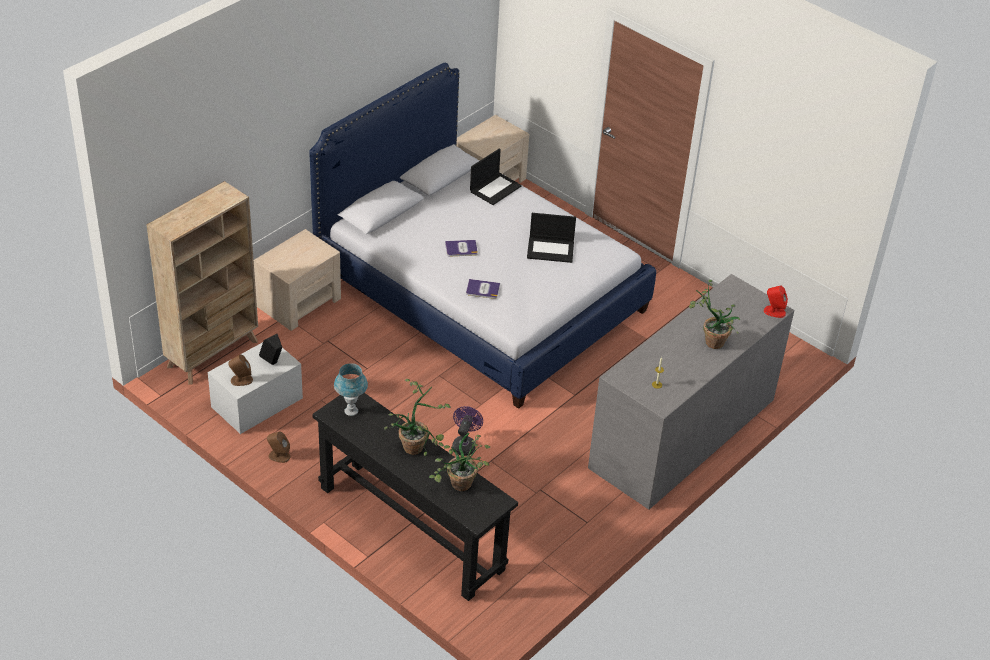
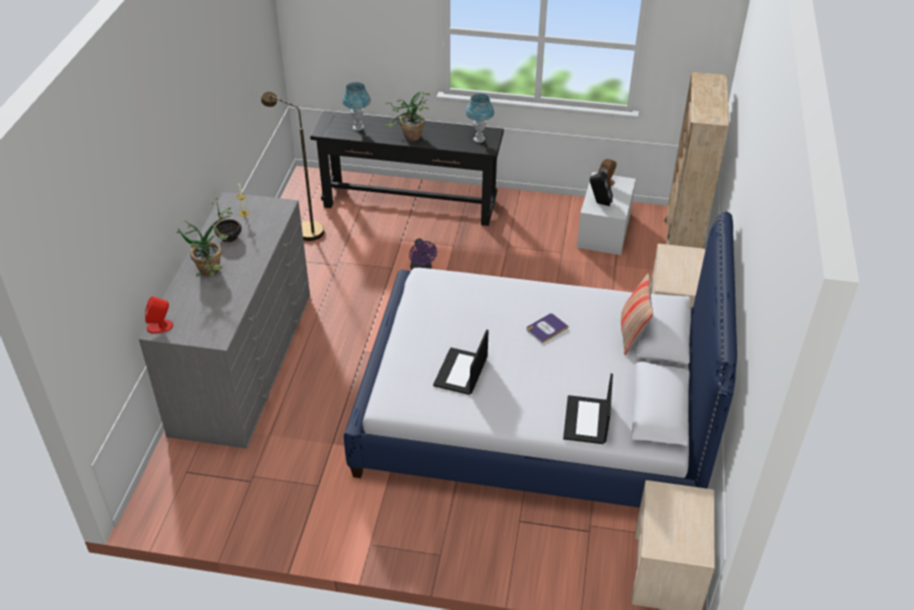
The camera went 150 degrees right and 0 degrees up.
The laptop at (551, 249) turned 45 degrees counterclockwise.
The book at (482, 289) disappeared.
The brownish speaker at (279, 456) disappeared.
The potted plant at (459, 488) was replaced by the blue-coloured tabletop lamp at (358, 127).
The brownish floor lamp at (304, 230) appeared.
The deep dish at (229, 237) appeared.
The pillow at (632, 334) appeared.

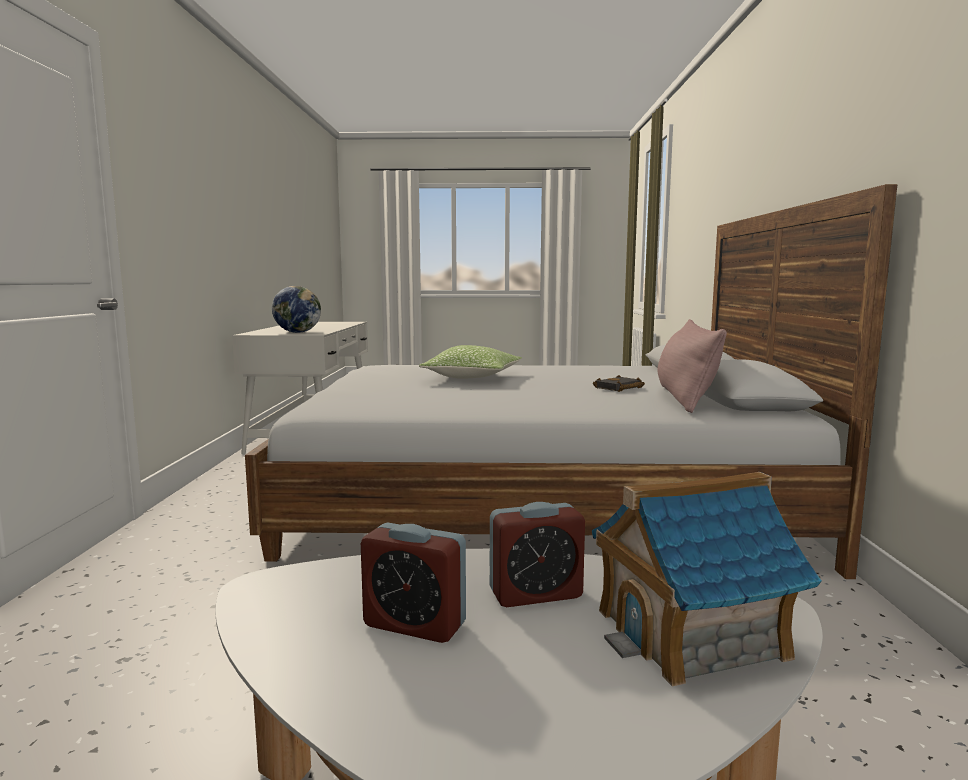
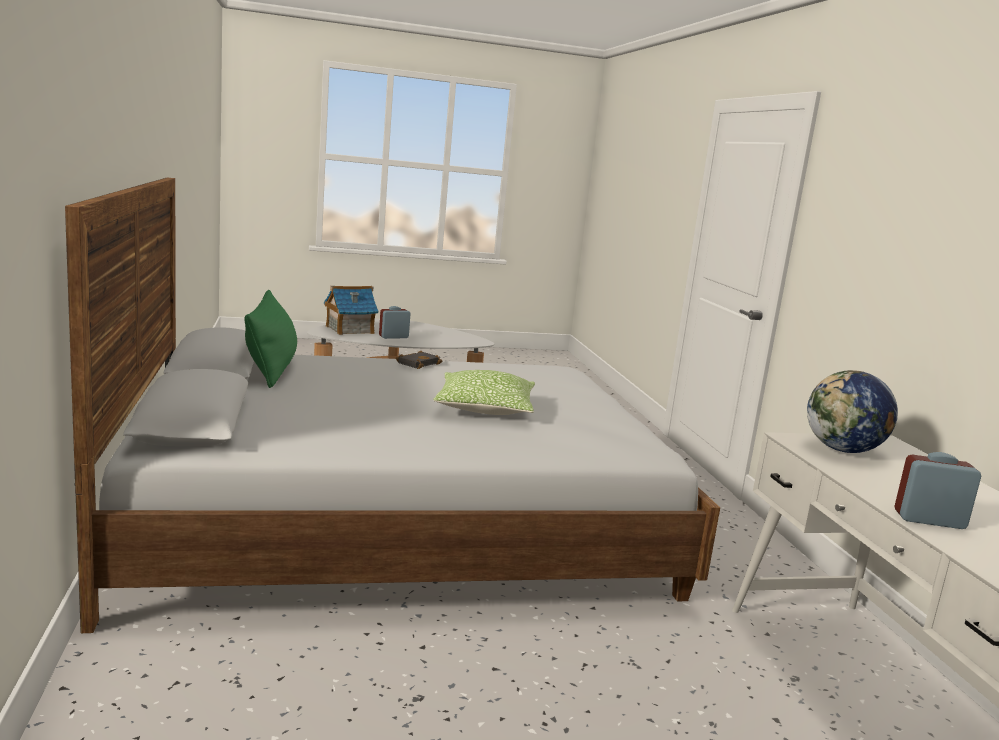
The camera went 165 degrees right and 5 degrees up.
The pink-coloured pillow at (685, 398) became the green-coloured pillow at (271, 368).
The black-coloured book moved from (619, 388) to (418, 363).
The table clock moved from (415, 624) to (929, 520).

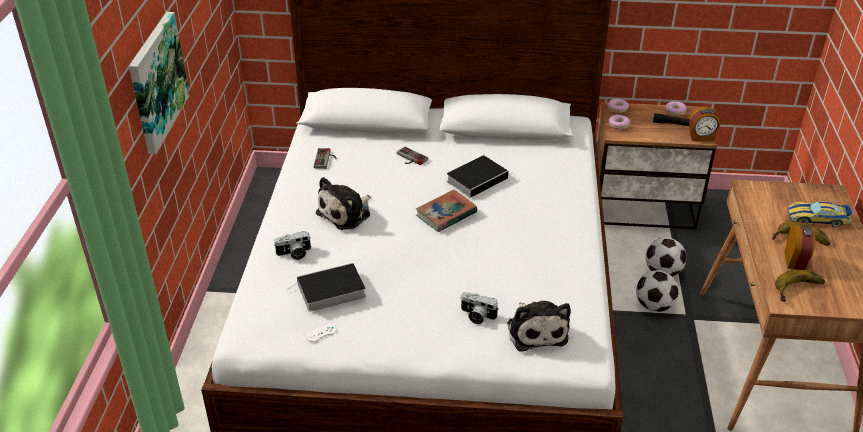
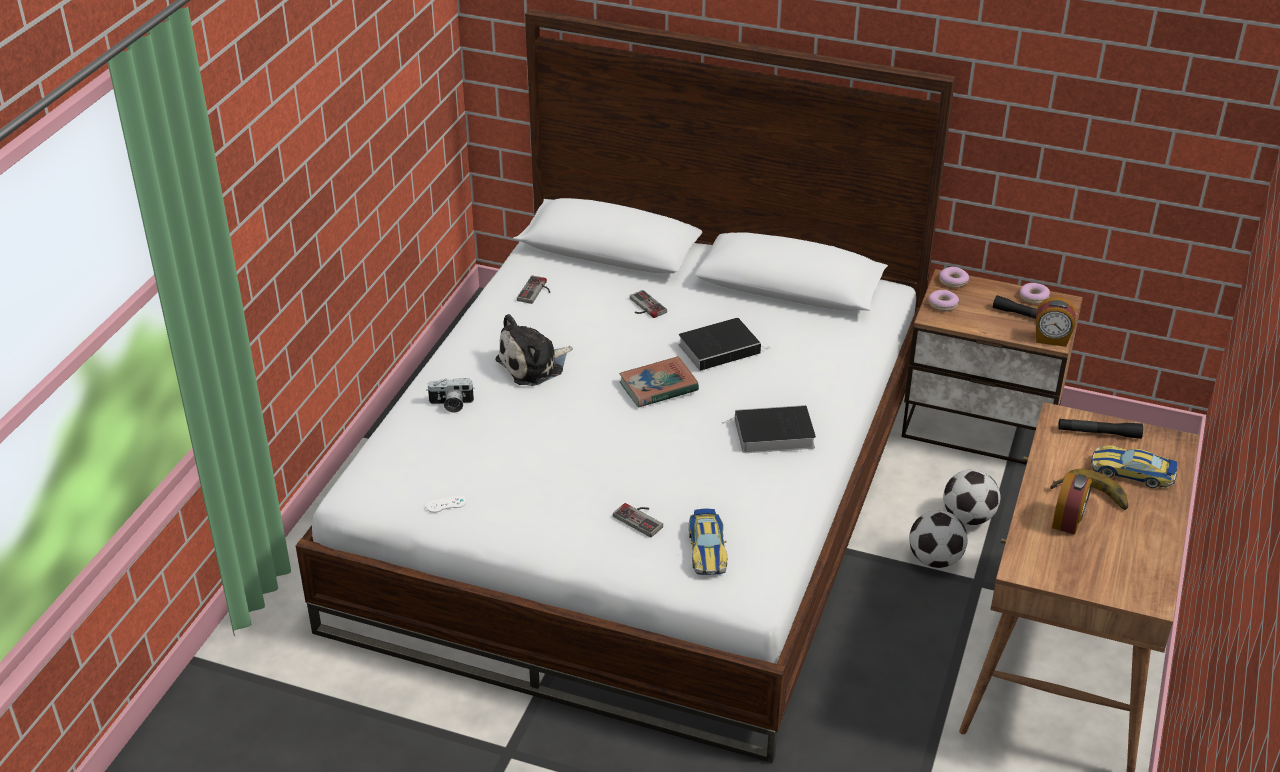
The camera went 15 degrees right and 0 degrees up.
The picture at (156, 81) disappeared.
The book moved from (329, 291) to (771, 434).
The banana fruit at (800, 291) disappeared.
The still camera at (477, 316) was replaced by the game controller at (641, 518).
The cuddly toy at (536, 330) was replaced by the model car at (707, 549).
The black-coloured torch at (1099, 433) appeared.

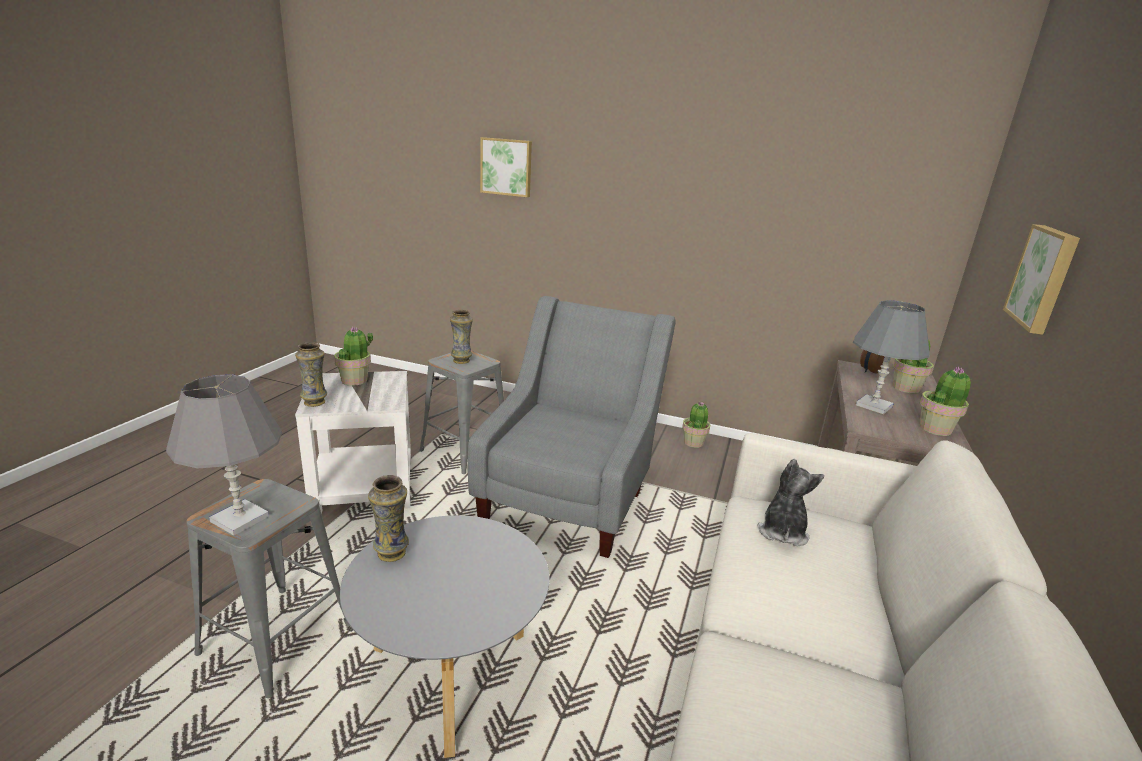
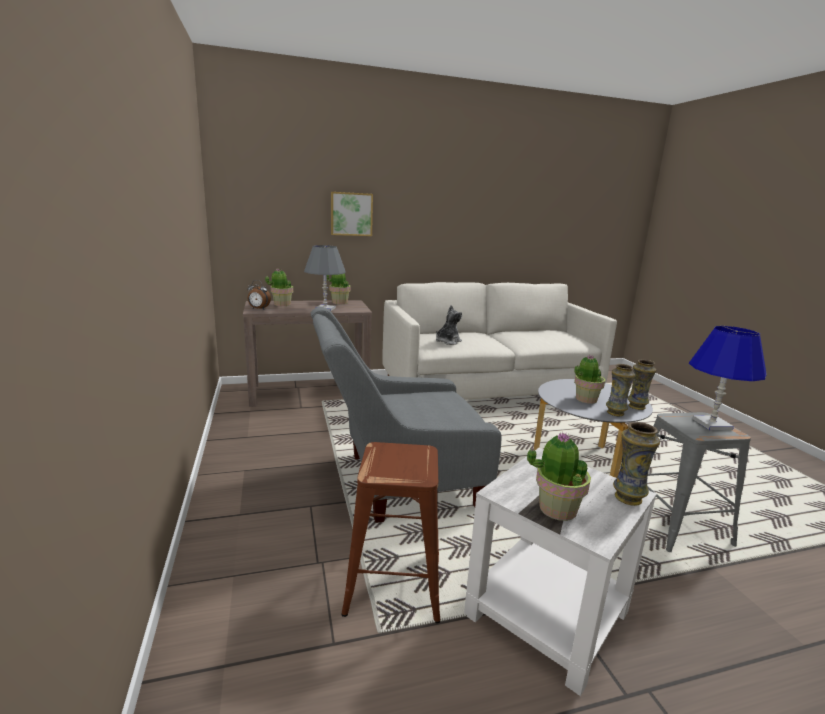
The camera went 125 degrees left and 5 degrees down.
The picture at (506, 167) disappeared.
The flower vase moved from (461, 360) to (636, 407).
The grey sitting stool at (464, 451) became the brownish sitting stool at (395, 582).
The grey tabletop lamp at (240, 518) became the blue-coloured tabletop lamp at (711, 424).
The potted plant moved from (693, 442) to (585, 399).
The cuddly toy at (782, 532) turned 150 degrees clockwise.

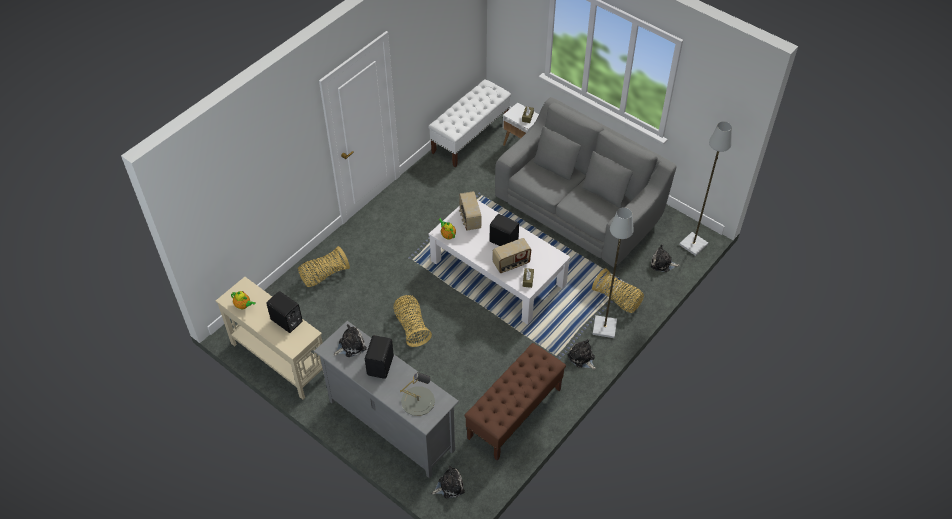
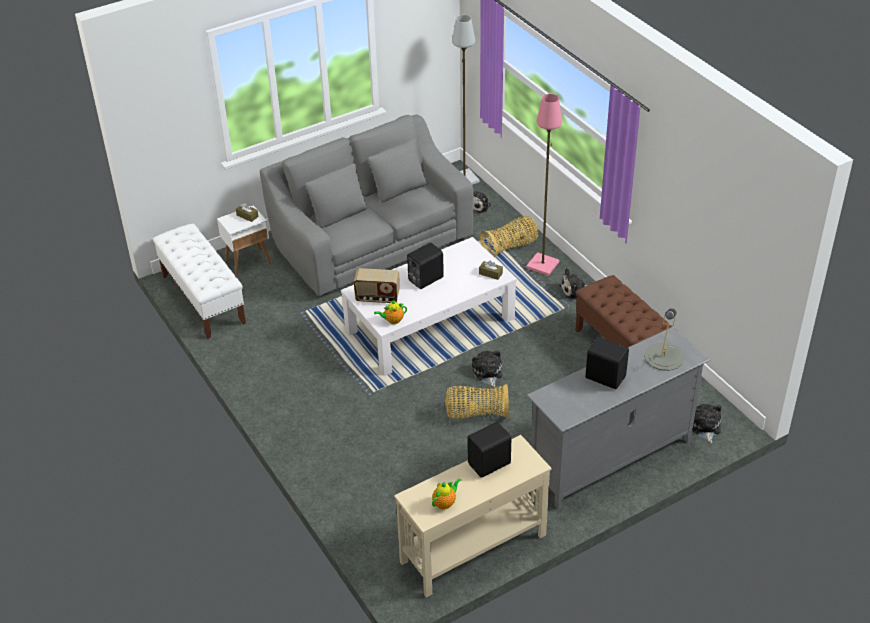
The camera went 70 degrees left and 10 degrees down.
The grey floor lamp at (605, 328) became the pink-coloured floor lamp at (543, 265).
The radio at (511, 264) disappeared.
The basket at (324, 275) disappeared.
The cuddly toy moved from (350, 345) to (487, 373).

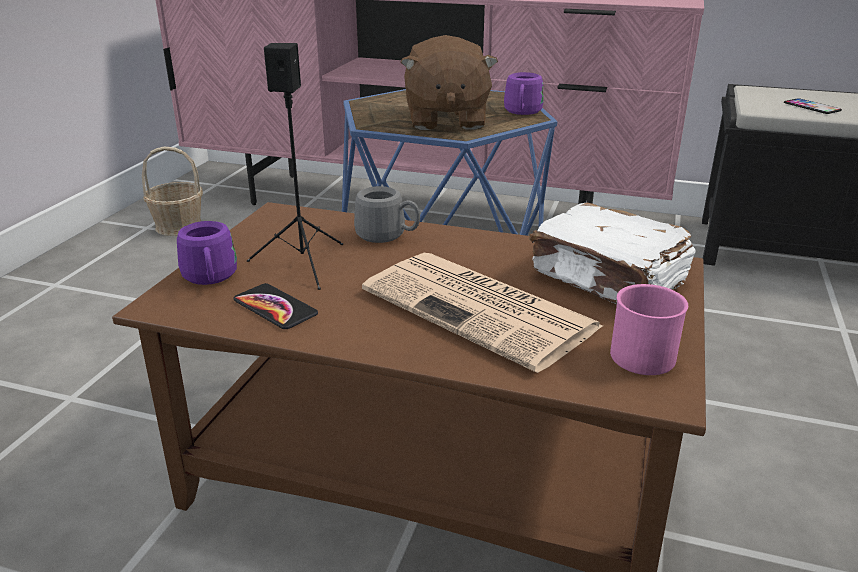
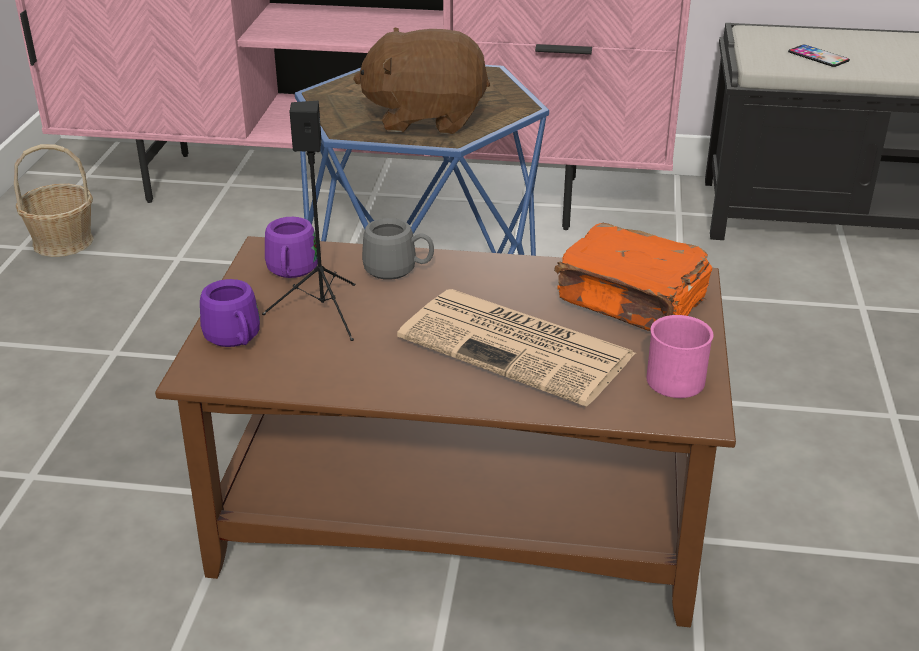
The camera went 10 degrees left and 5 degrees up.
The brownish cuddly toy at (445, 120) turned 105 degrees clockwise.
The purplish coffee mug moved from (522, 113) to (291, 273).
The white-coloured book at (609, 279) became the orangey book at (632, 301).
The handset at (275, 307) disappeared.

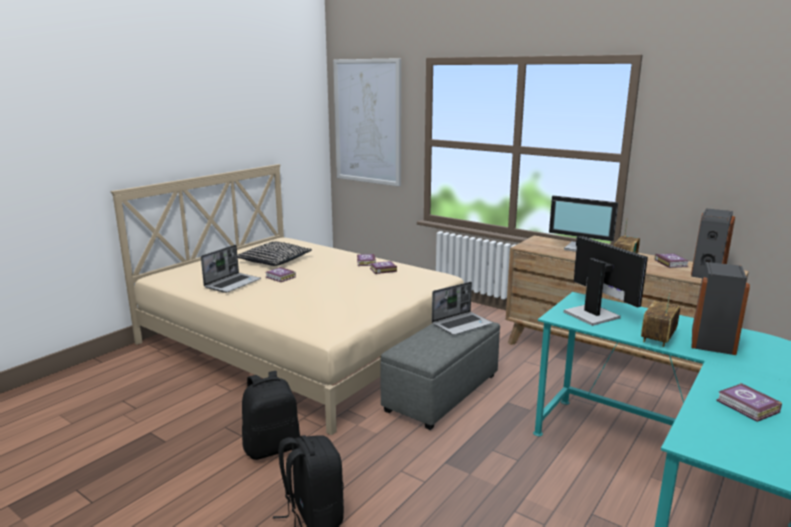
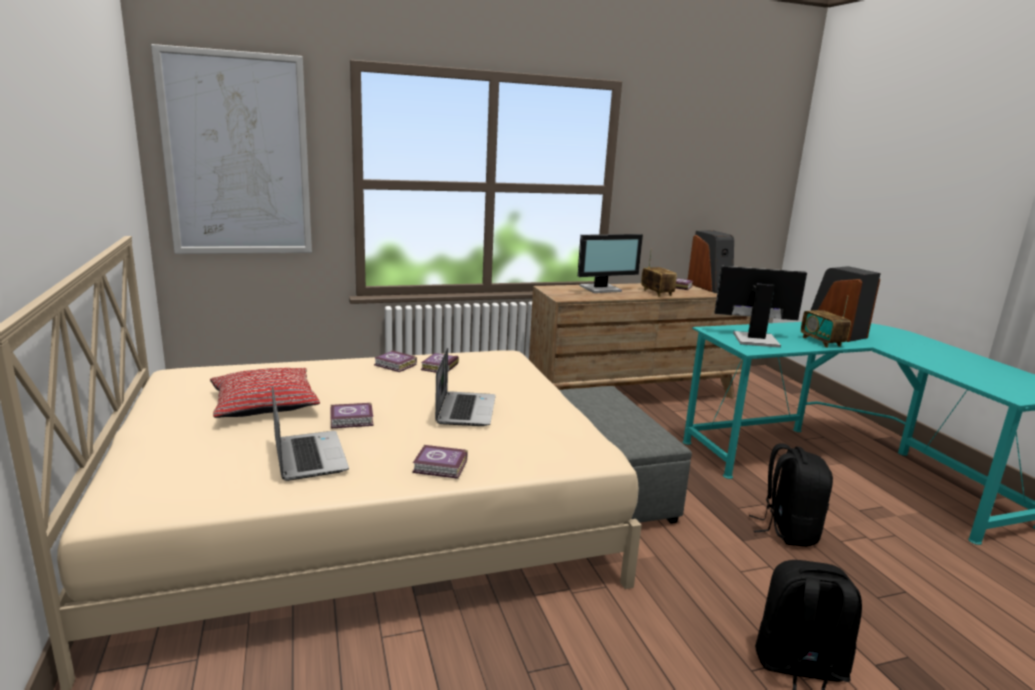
The camera went 55 degrees left and 0 degrees up.
The black-coloured pillow at (274, 261) became the reddish pillow at (264, 404).
The laptop moved from (462, 324) to (465, 410).
The black-coloured rucksack moved from (272, 447) to (787, 530).
The book moved from (748, 407) to (441, 467).

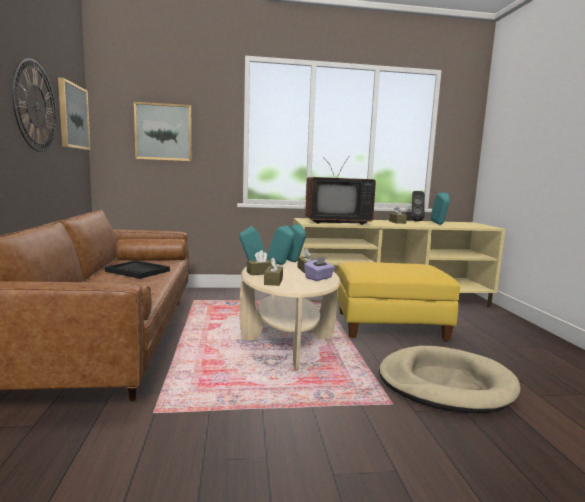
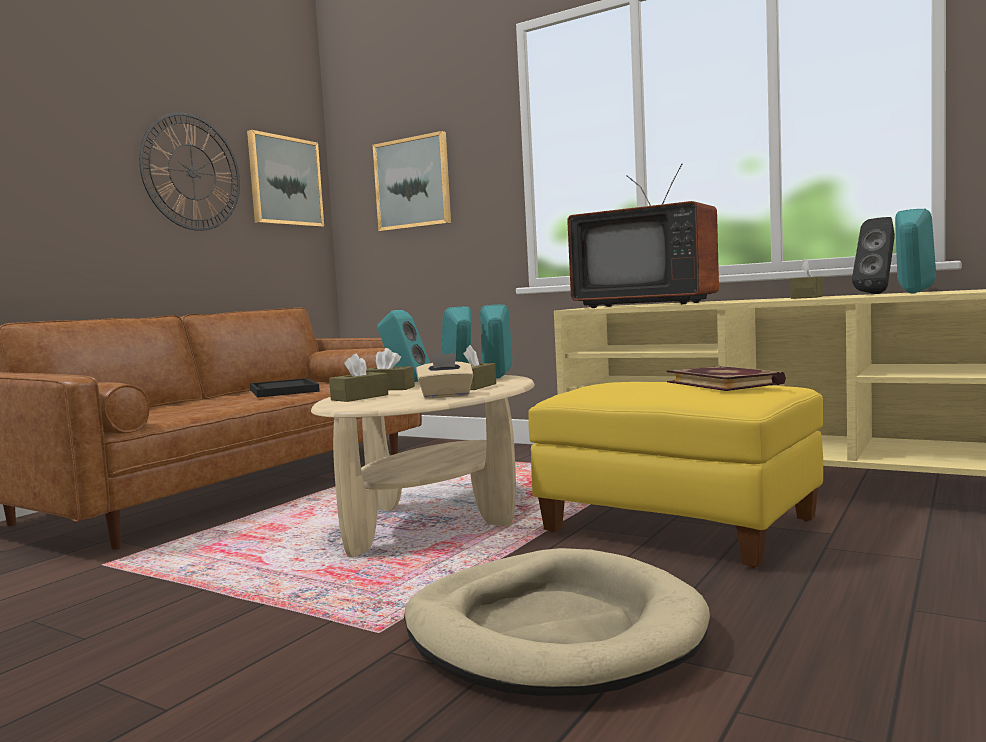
The camera went 40 degrees right and 5 degrees down.
The purplish tissue box at (319, 278) became the sand-coloured tissue box at (446, 396).
The book at (725, 383) appeared.

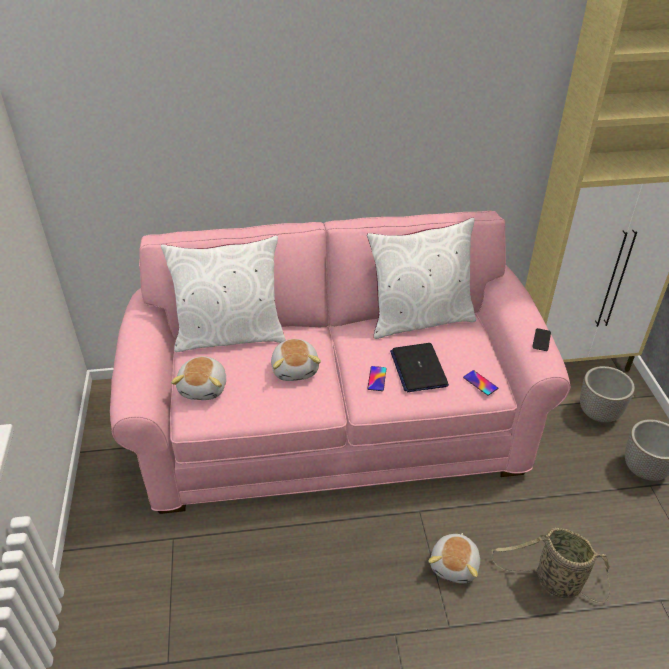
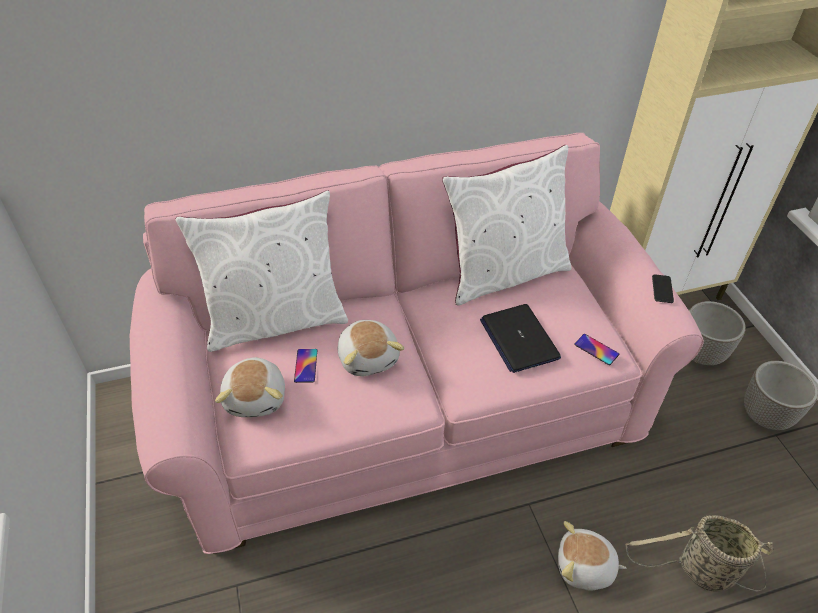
The camera went 10 degrees left and 5 degrees up.
The handset moved from (377, 379) to (306, 366).
The cuddly toy at (455, 565) turned 90 degrees clockwise.

